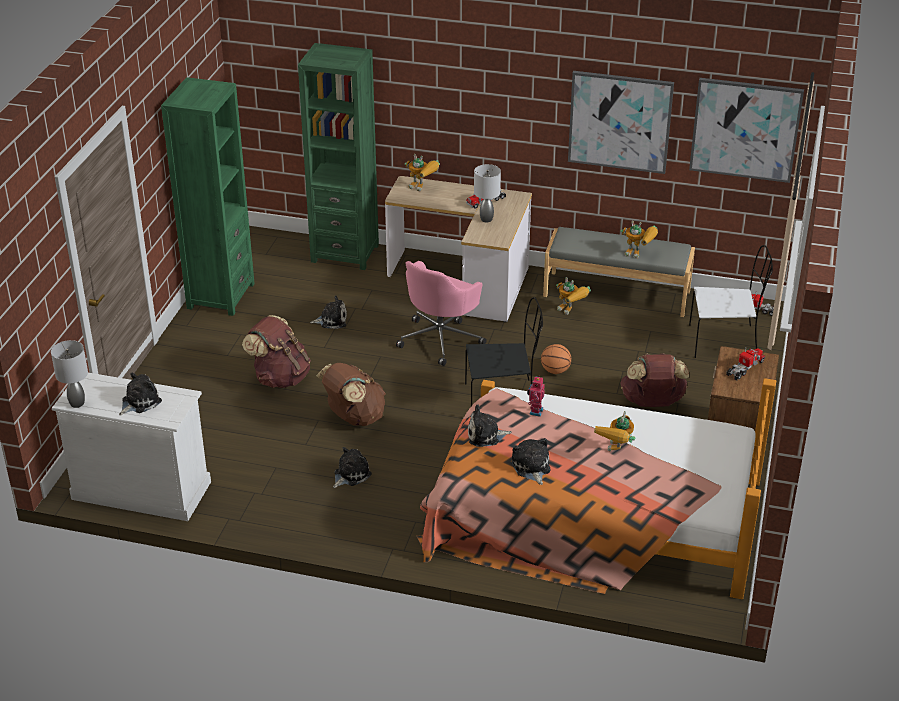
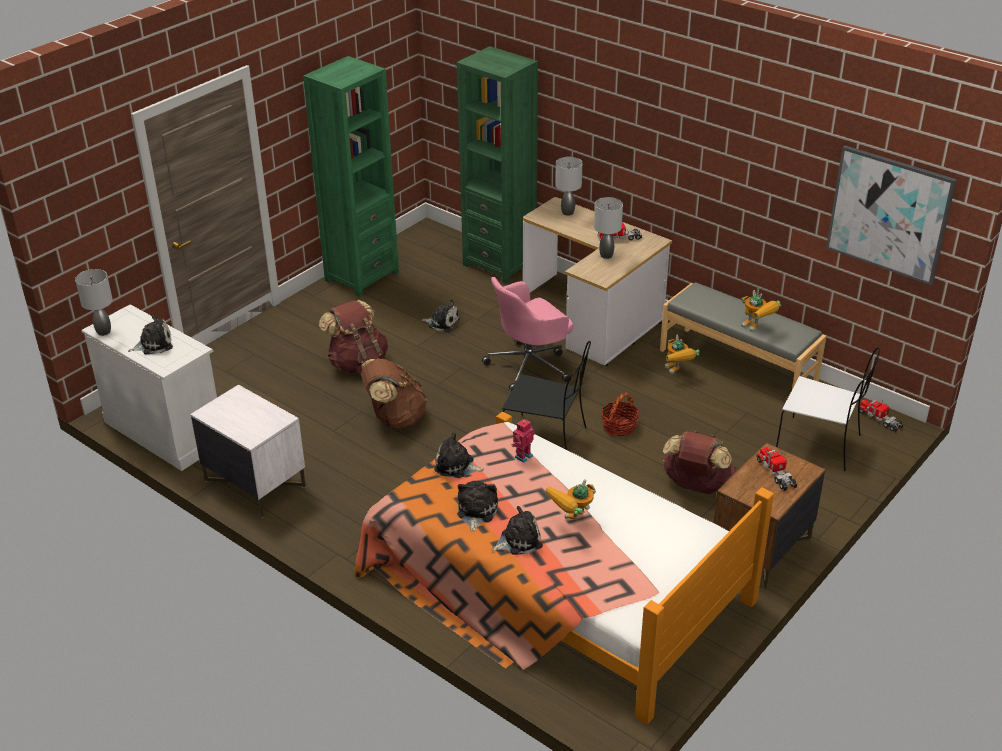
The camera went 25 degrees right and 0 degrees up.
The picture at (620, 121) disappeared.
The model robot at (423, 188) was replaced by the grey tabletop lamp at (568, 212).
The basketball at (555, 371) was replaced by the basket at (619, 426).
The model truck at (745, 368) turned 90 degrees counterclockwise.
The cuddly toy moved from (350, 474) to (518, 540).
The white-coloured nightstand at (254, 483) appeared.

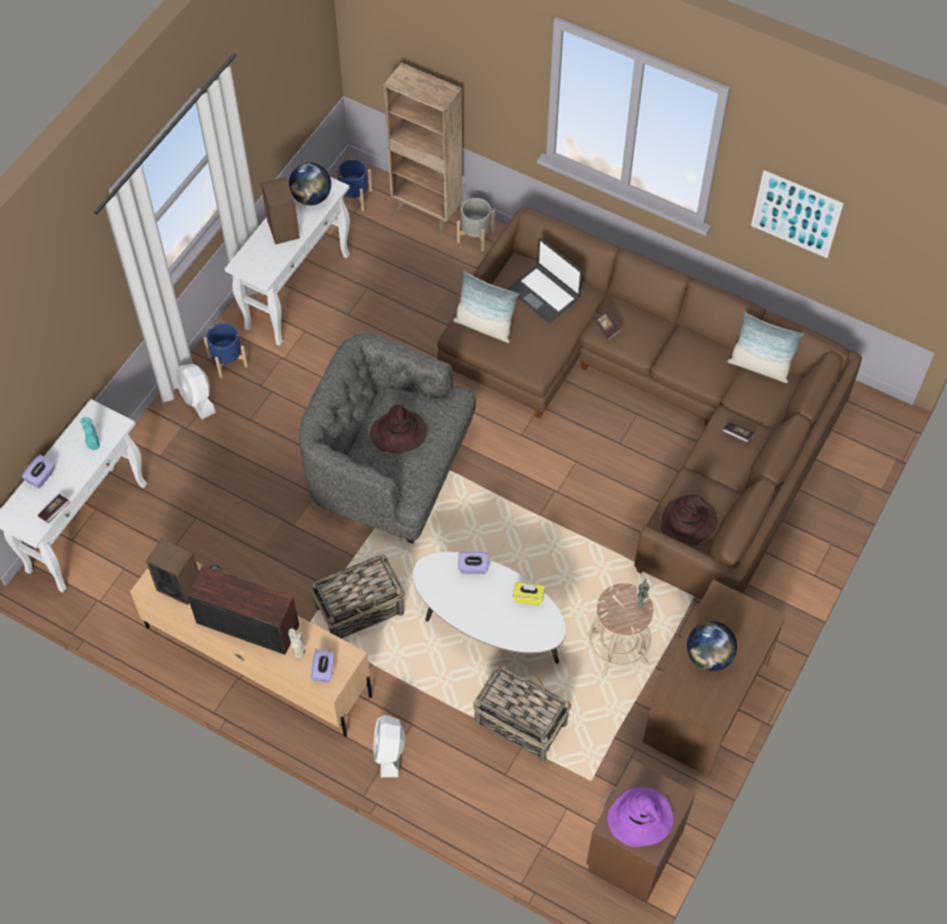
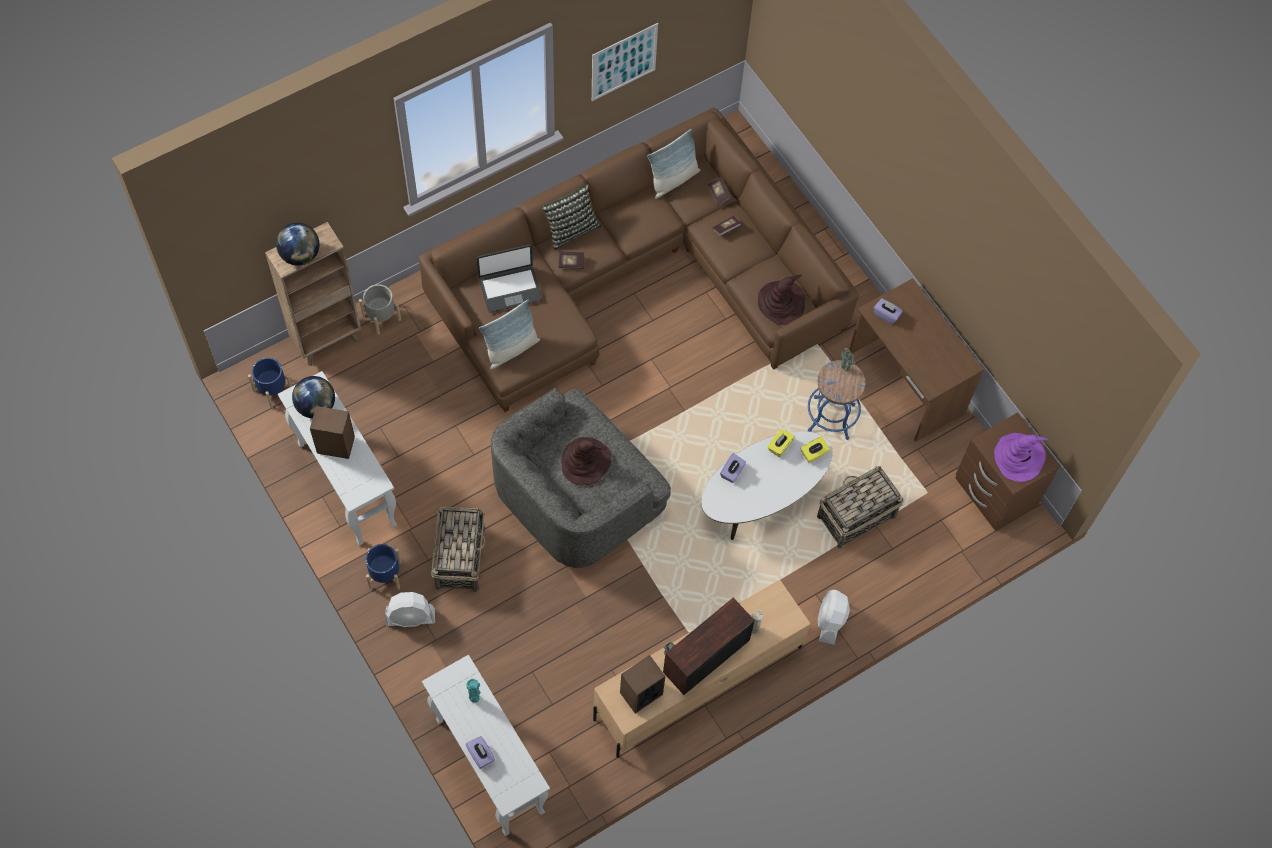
The camera went 65 degrees left and 5 degrees up.
The book moved from (55, 511) to (719, 194).
The basket moved from (361, 609) to (460, 557).
The sand-coloured sitting stool at (617, 649) became the blue-coloured sitting stool at (831, 417).
The globe moved from (708, 656) to (300, 255).
The purplish tissue box moved from (324, 670) to (886, 315).
The white-coloured cooling fan at (389, 751) turned 75 degrees clockwise.
The pillow at (571, 229) appeared.
The yellow tissue box at (814, 453) appeared.

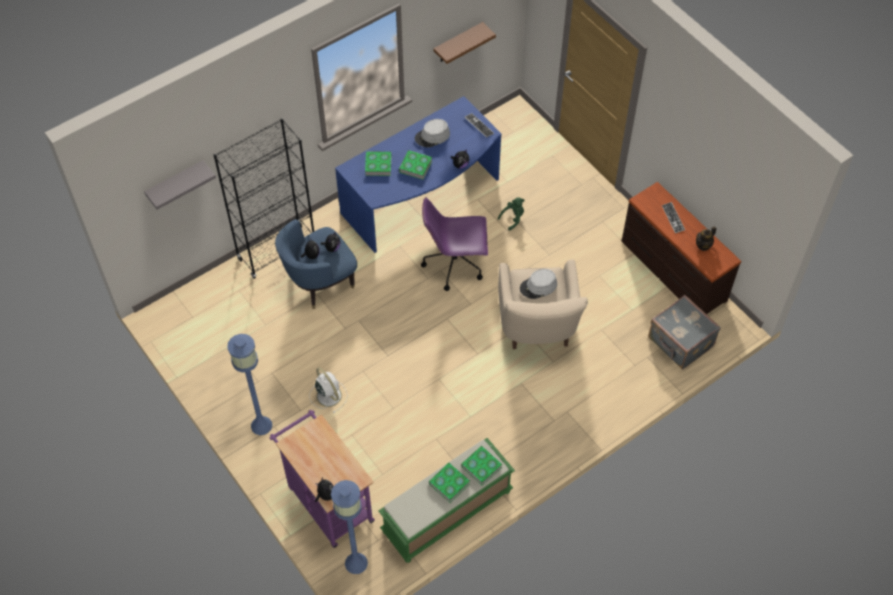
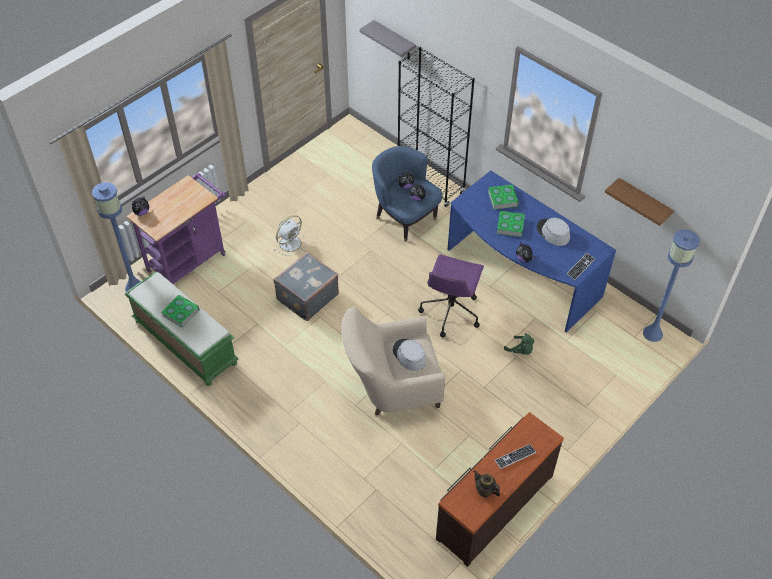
The camera went 80 degrees right and 5 degrees down.
The purplish computer chair at (455, 264) turned 150 degrees counterclockwise.
The grey piece of luggage moved from (680, 343) to (306, 297).
The blue-coloured floor lamp moved from (261, 425) to (653, 333).
The book at (481, 467) disappeared.

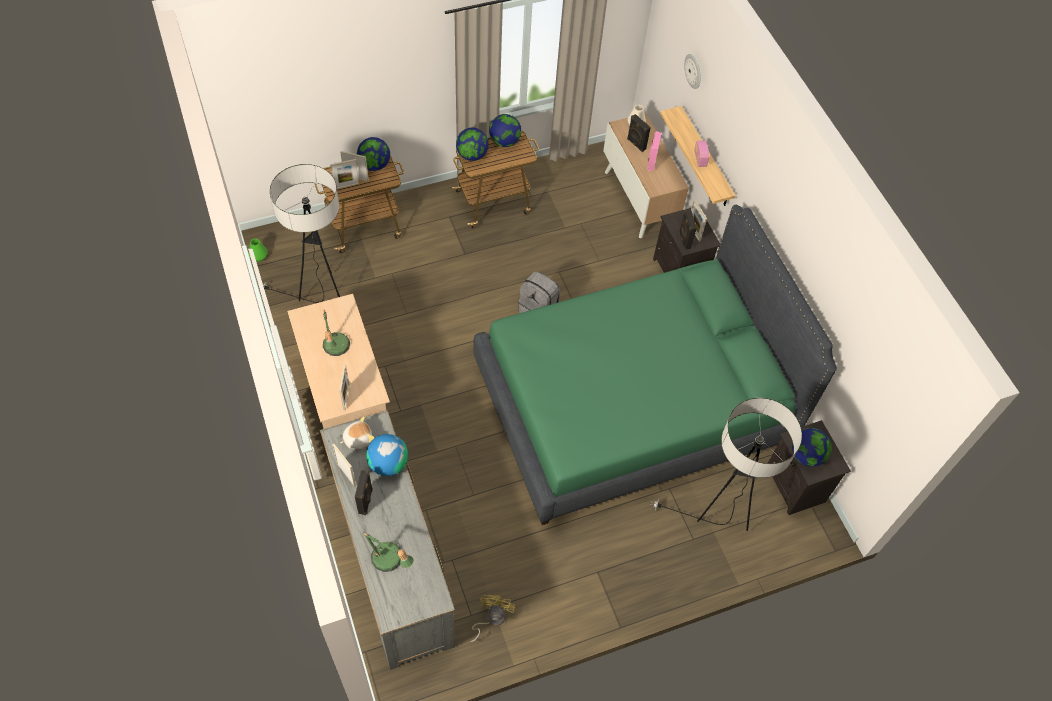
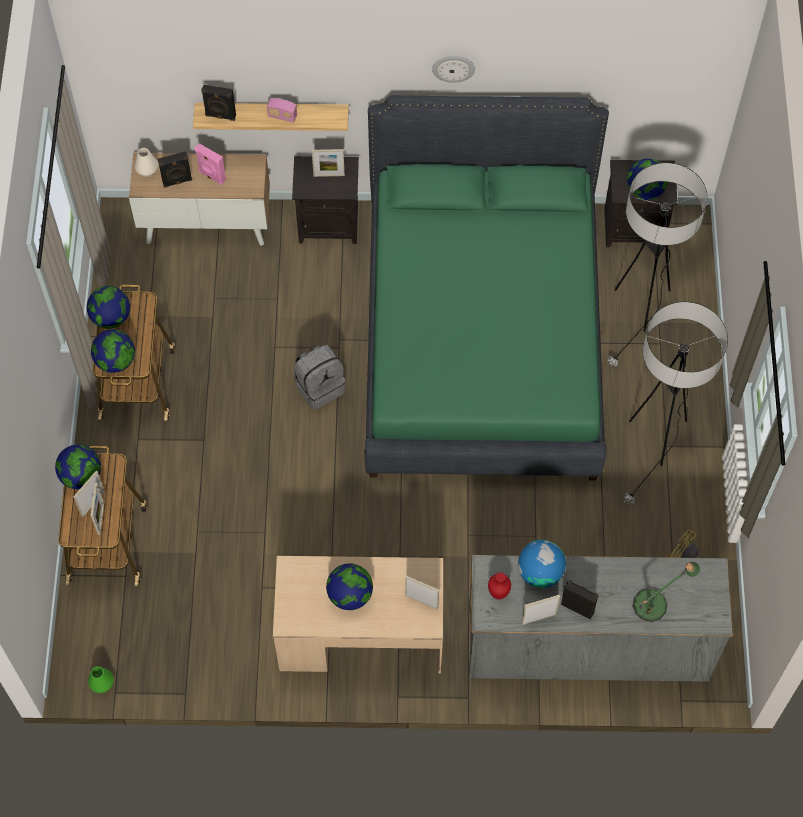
The camera went 65 degrees left and 5 degrees up.
The hanging clock moved from (693, 71) to (453, 68).
The floor lamp moved from (322, 296) to (657, 441).
The black-coloured speaker moved from (684, 240) to (220, 116).
The tabletop lamp at (336, 349) was replaced by the globe at (350, 595).
The cuddly toy at (358, 439) was replaced by the reddish flower vase at (497, 595).

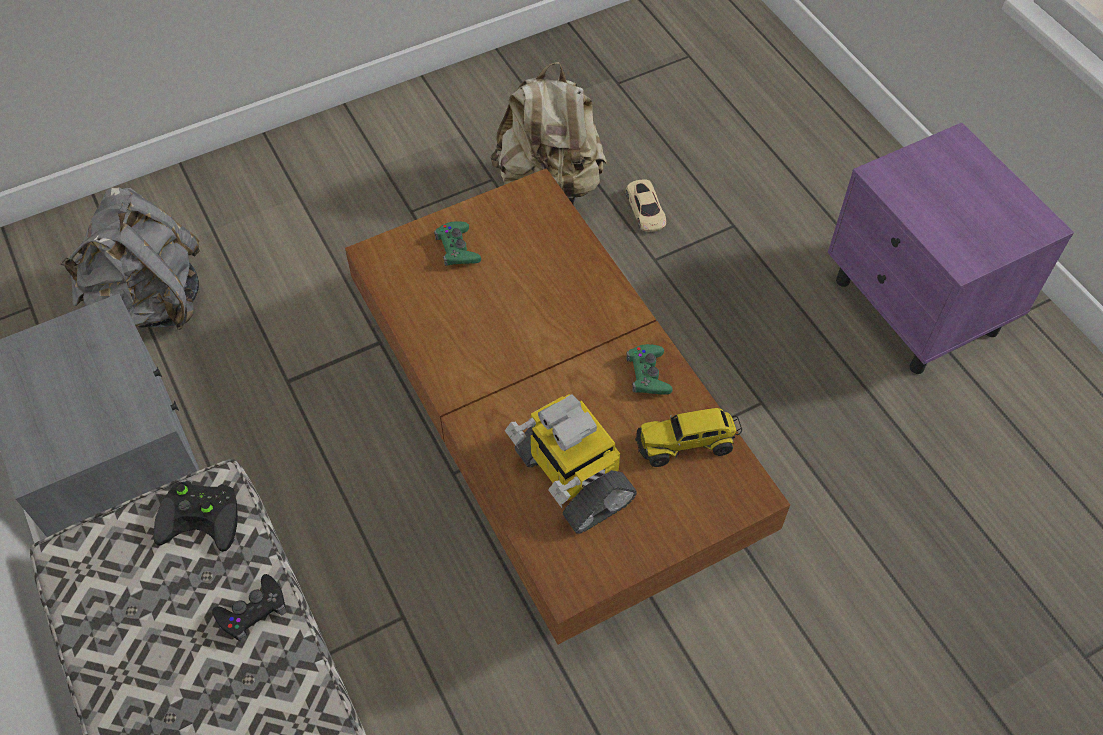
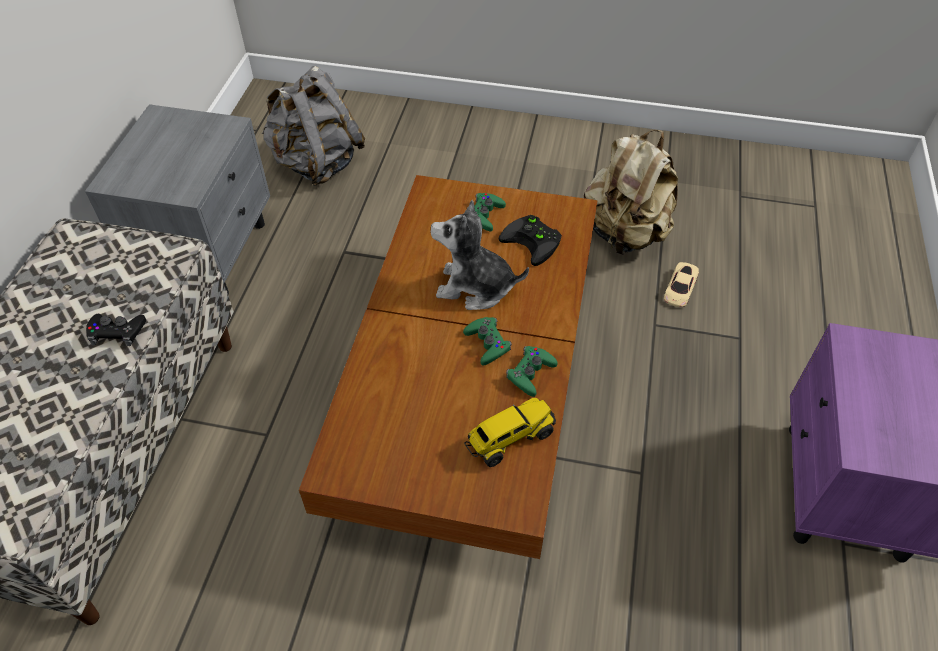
The camera went 40 degrees right and 5 degrees down.
The model robot at (571, 478) disappeared.
The model truck at (686, 443) turned 120 degrees clockwise.
The black-coloured game controller moved from (203, 516) to (534, 242).
The cuddly toy at (475, 287) appeared.
The green-coloured game controller at (487, 343) appeared.

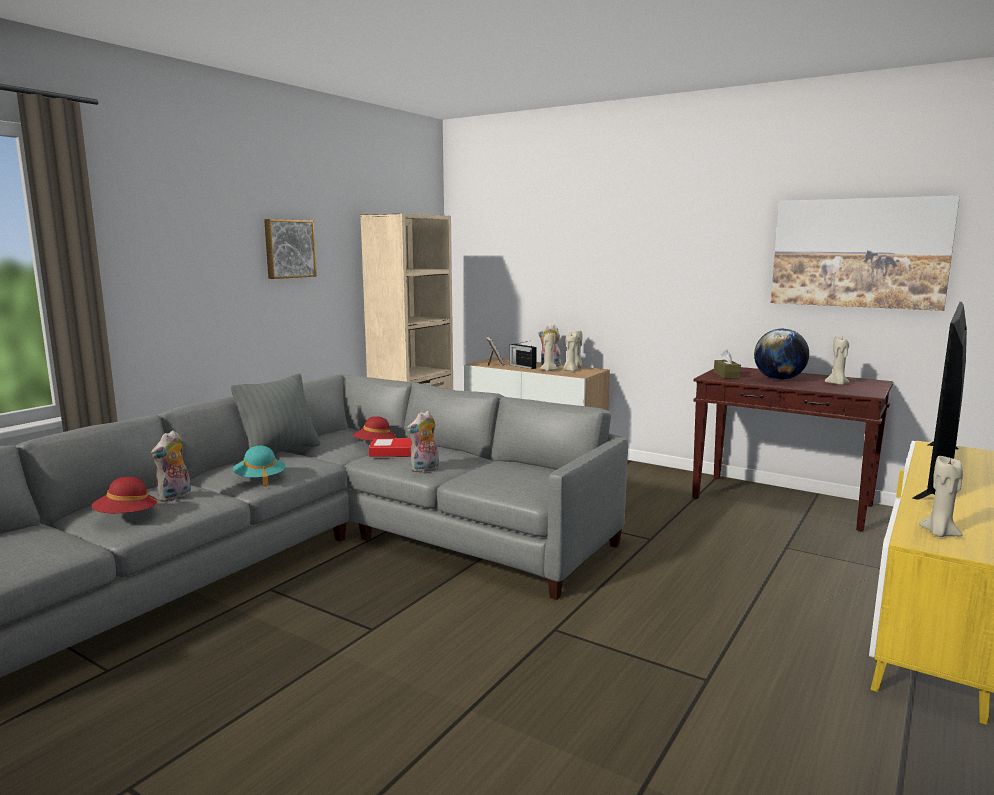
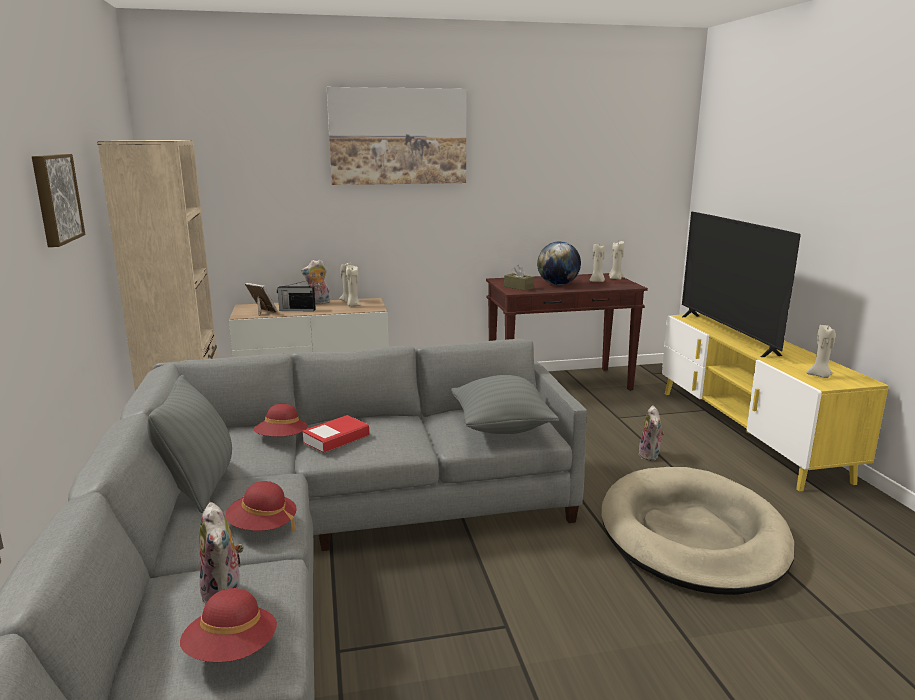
The camera went 45 degrees left and 5 degrees up.
The picture moved from (859, 253) to (398, 136).
The sand-coloured wax candle moved from (548, 370) to (615, 278).
The cuddly toy moved from (425, 469) to (650, 455).
The turquoise-coloured hat at (260, 479) became the reddish hat at (262, 526).
The grey pillow at (501, 428) appeared.
The sand-coloured dog bed at (692, 535) appeared.

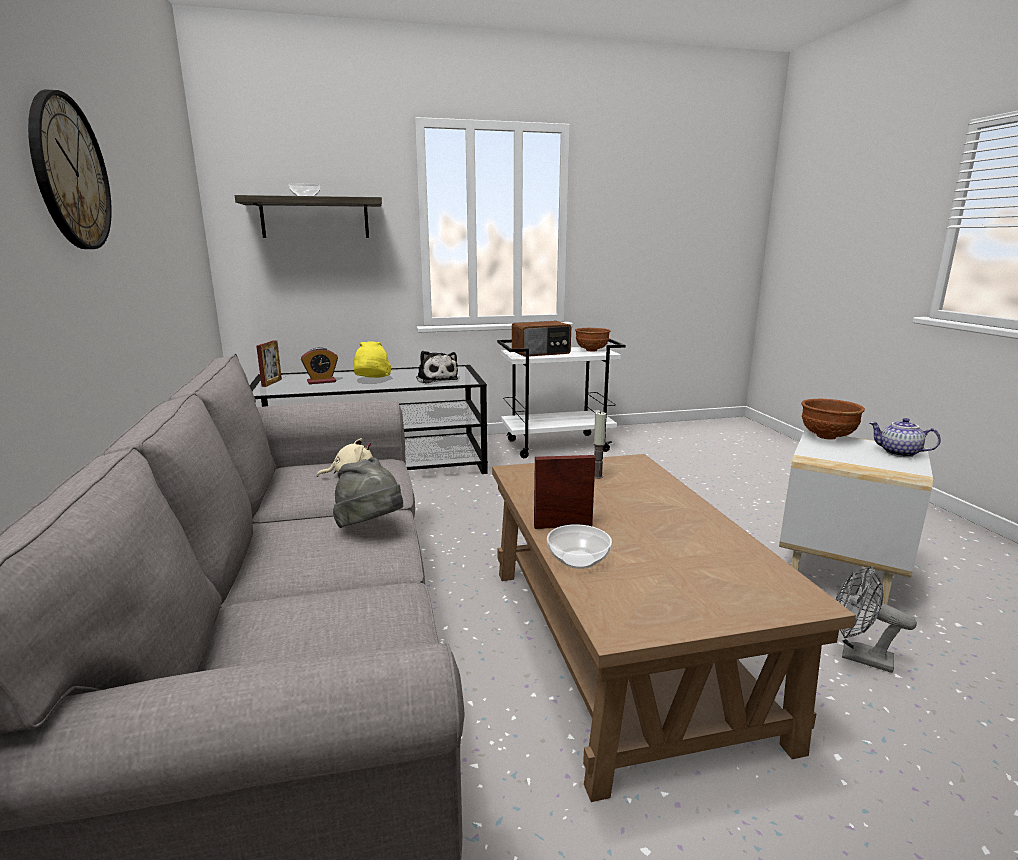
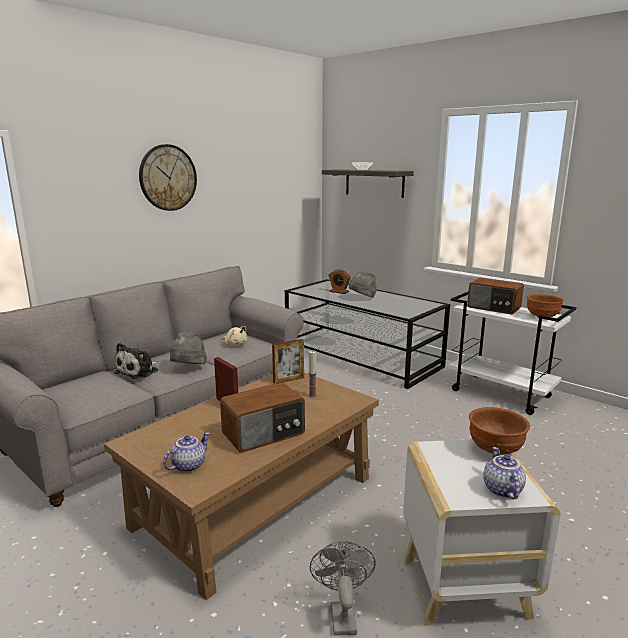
The camera went 55 degrees right and 0 degrees up.
The photo frame moved from (271, 383) to (288, 380).
The yellow hat at (372, 380) became the grey hat at (362, 298).
The cuddly toy moved from (436, 379) to (139, 371).
The deep dish at (577, 559) disappeared.
The radio at (264, 434) appeared.
The teapot at (188, 465) appeared.

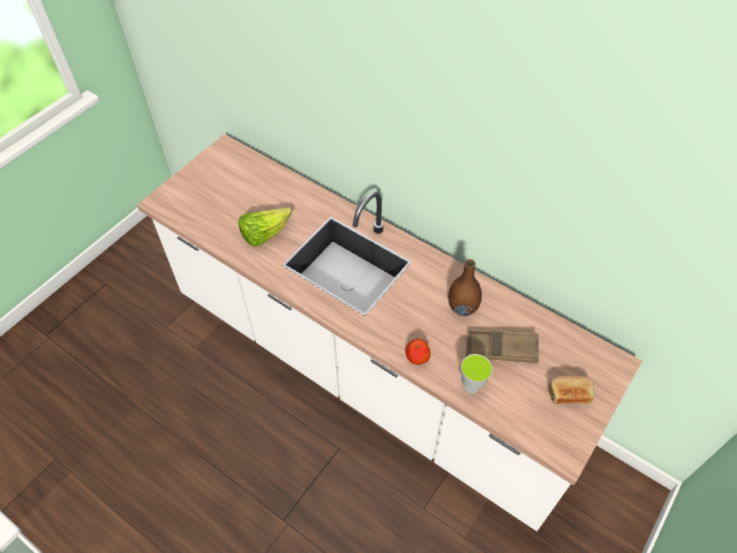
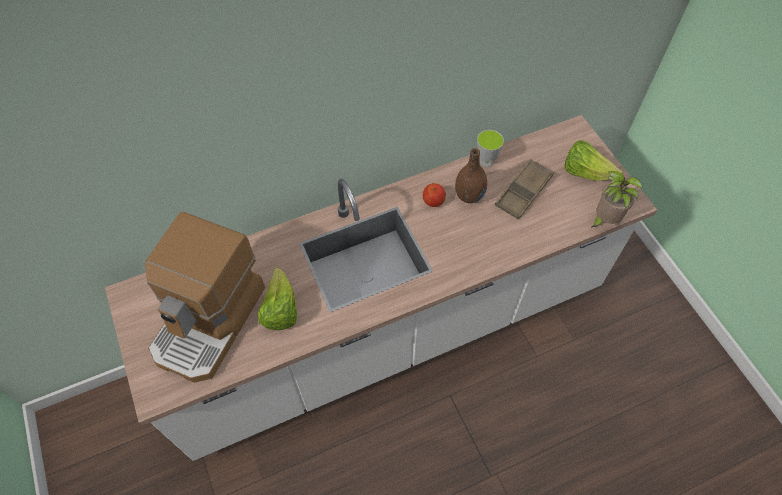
The camera went 60 degrees left and 5 degrees up.
The apple moved from (417, 357) to (433, 201).
The cup moved from (471, 386) to (486, 162).
The baked bread at (568, 393) was replaced by the lettuce head at (585, 172).
The potted plant at (604, 220) appeared.
The coffee machine at (210, 322) appeared.

